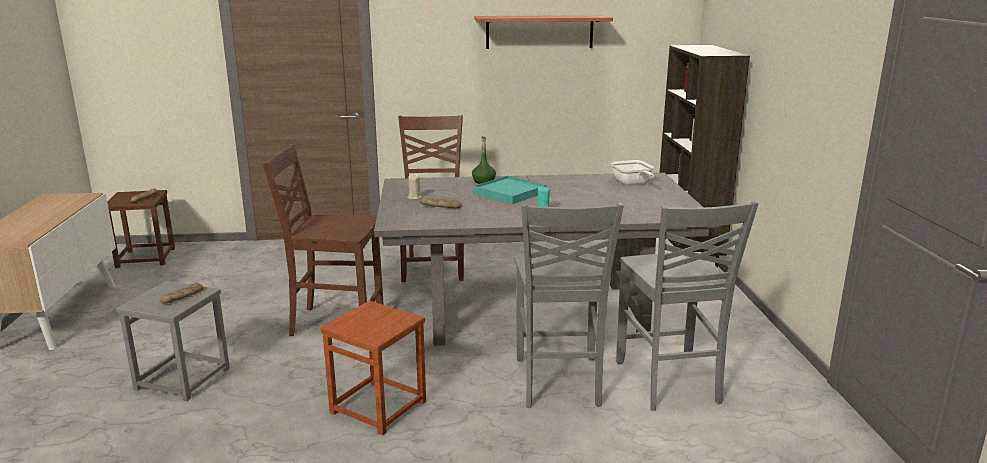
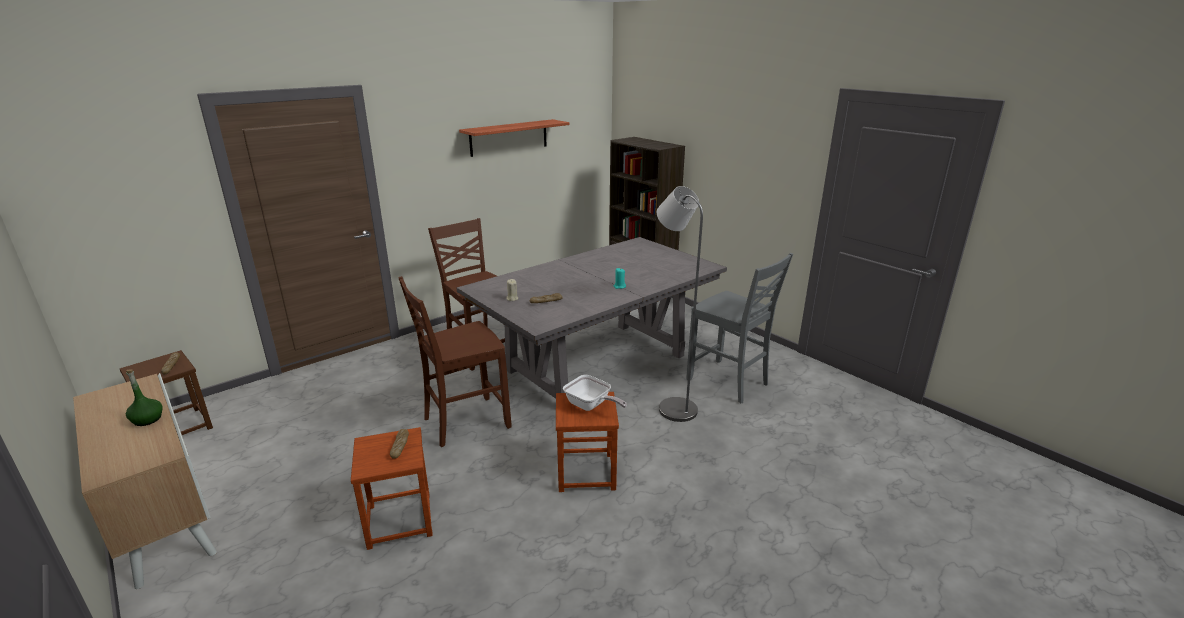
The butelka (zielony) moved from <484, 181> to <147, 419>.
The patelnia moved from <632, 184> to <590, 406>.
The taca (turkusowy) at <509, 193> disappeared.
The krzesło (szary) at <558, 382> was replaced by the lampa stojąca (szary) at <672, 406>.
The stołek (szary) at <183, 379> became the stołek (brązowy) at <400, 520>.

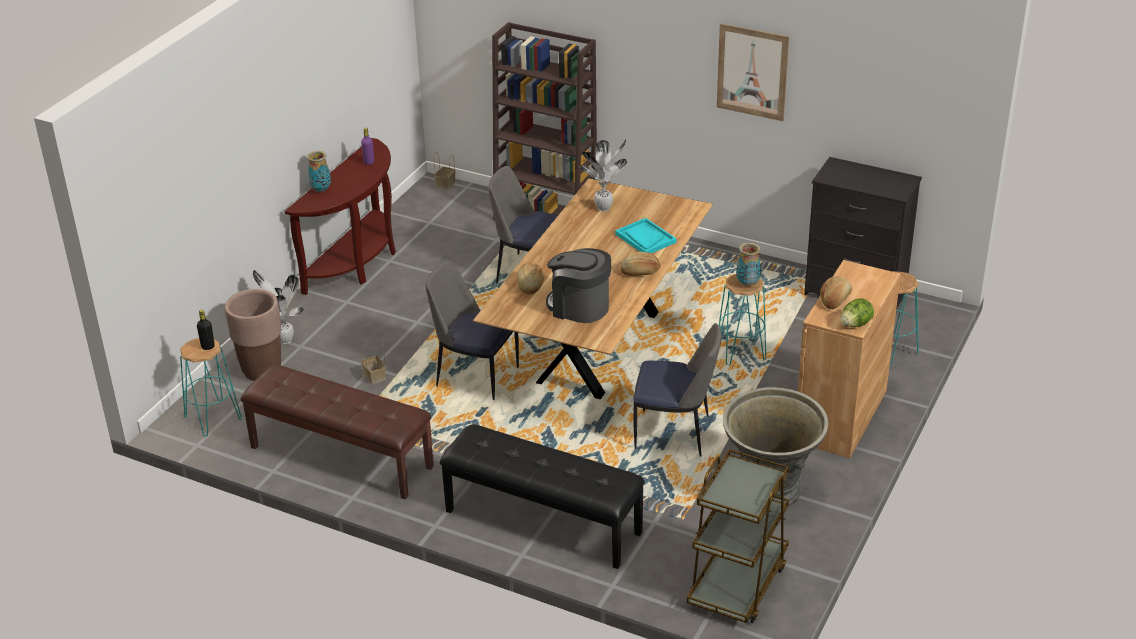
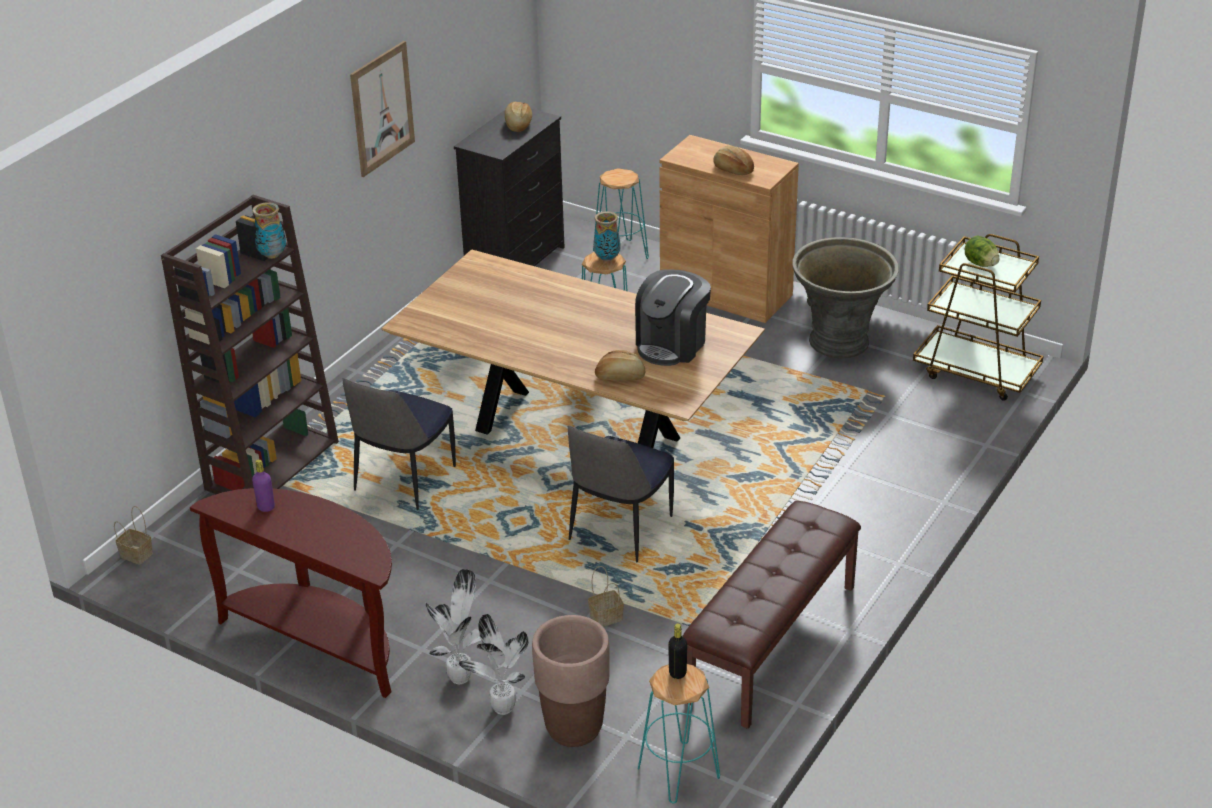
The roślina doniczkowa moved from <605, 208> to <461, 676>.
The wazon moved from <320, 189> to <272, 255>.
The taca (turkusowy) at <645, 238> disappeared.
The chleb moved from <640, 272> to <517, 124>.
The sałata moved from <855, 324> to <980, 264>.
The krzesło at <675, 434> disappeared.
The ławka (czarny) at <542, 522> disappeared.

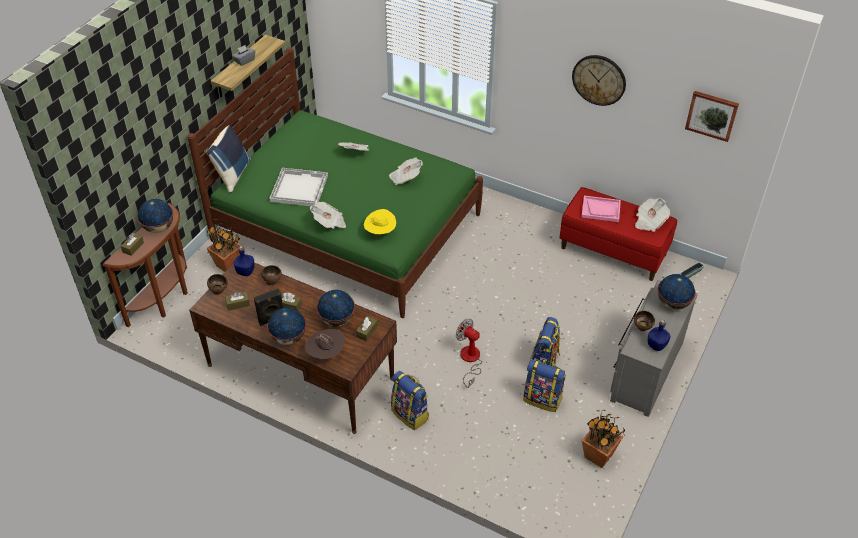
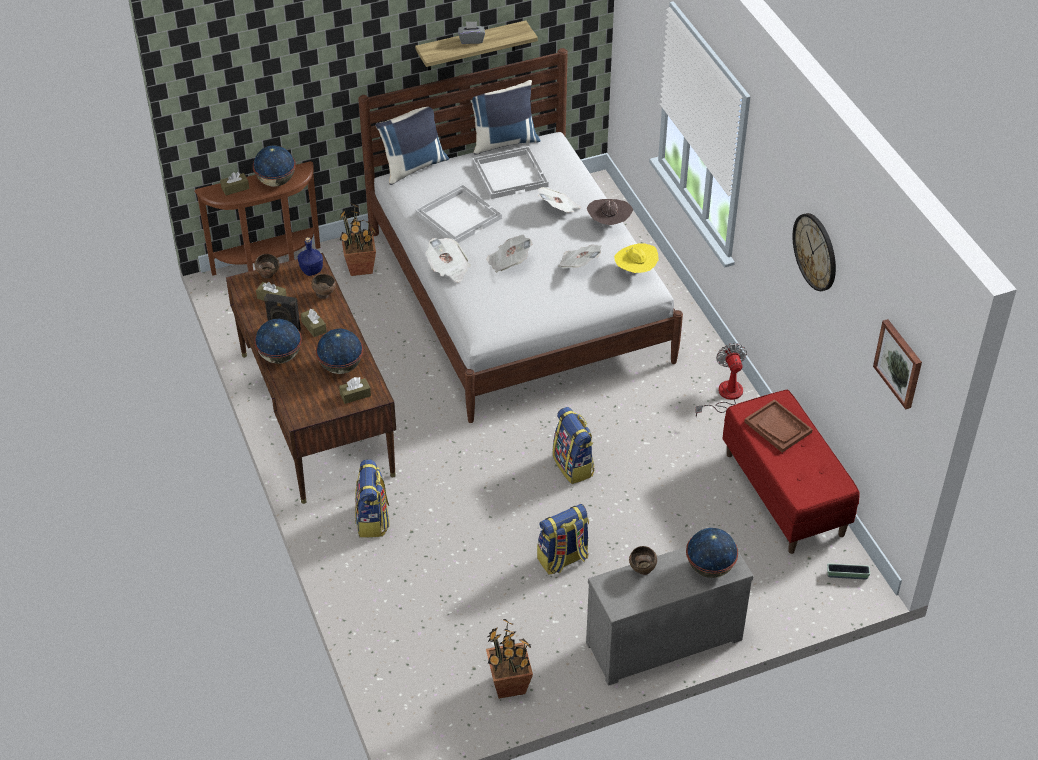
The łóżko (zielony) at <348, 227> became the łóżko (biały) at <518, 295>.
The taca (różowy) at <601, 210> became the taca (brązowy) at <778, 427>.
The gazeta moved from <649, 222> to <508, 262>.
The kapelusz (żółty) moved from <380, 232> to <635, 271>.
The wentylator moved from <470, 360> to <724, 396>.
The butelka (niebieski) at <656, 345> disappeared.
The kapelusz (brązowy) moved from <326, 354> to <609, 223>.
The plecak moved from <543, 399> to <574, 466>.
The poduszka (niebieski) at <504, 141> appeared.
The taca (biały) at <510, 174> appeared.

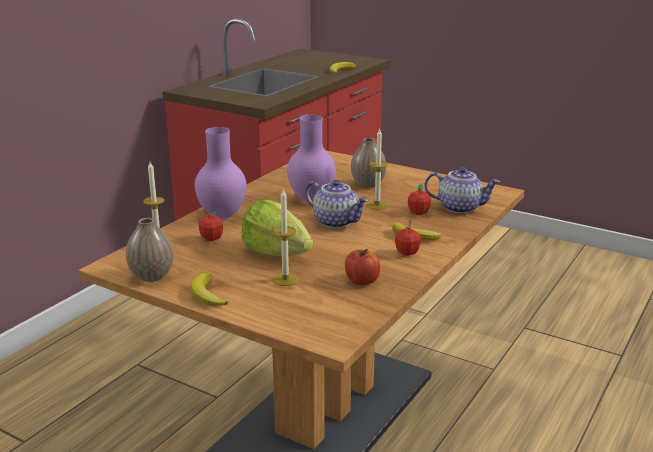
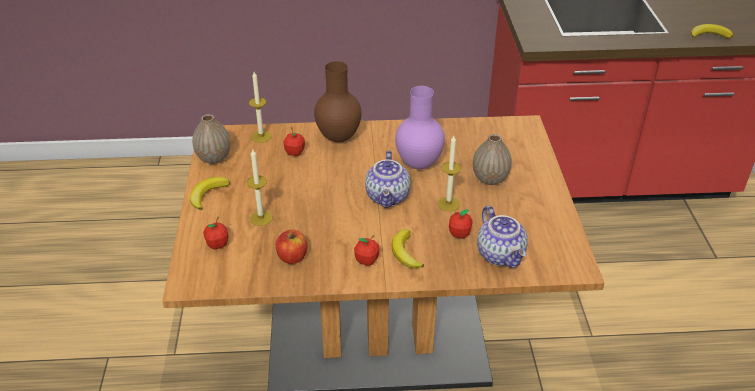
The wazon (fioletowy) at <223, 215> became the wazon (brązowy) at <339, 138>.
The sałata at <276, 252> disappeared.
The jabłko at <217, 245> appeared.

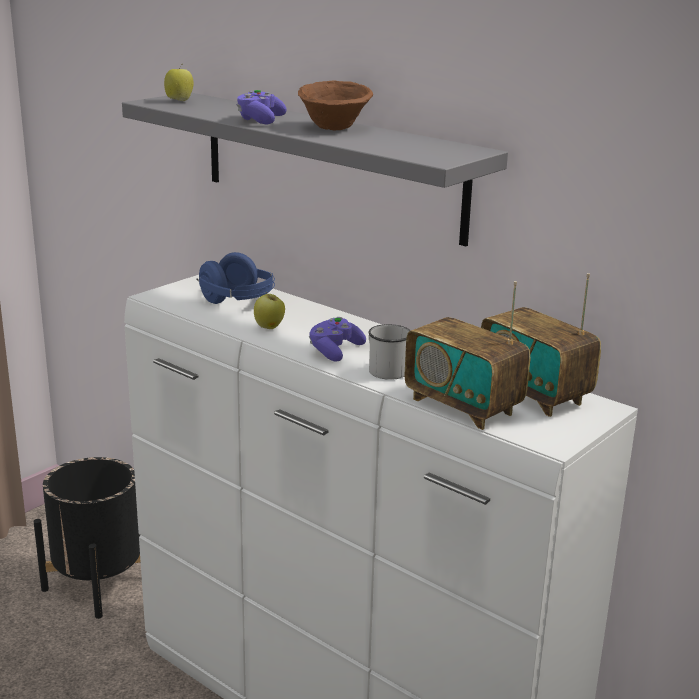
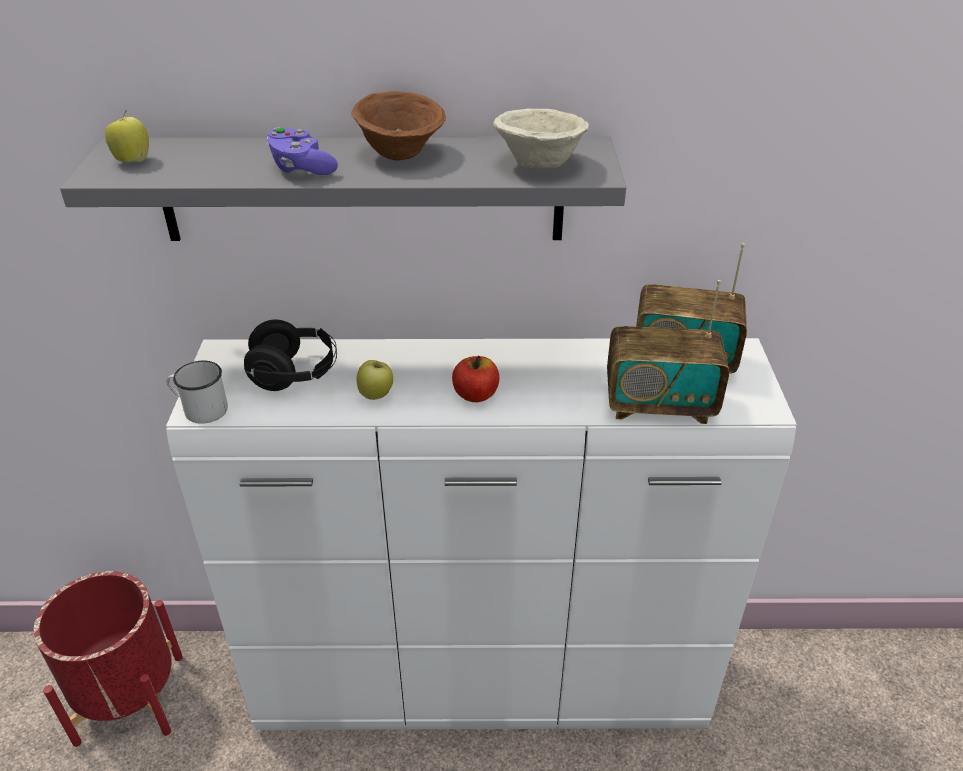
The słuchawki (niebieski) at <238, 301> became the słuchawki (czarny) at <295, 374>.
The pad do gier (fioletowy) at <335, 351> was replaced by the jabłko at <476, 395>.
The kubek (biały) moved from <384, 369> to <200, 409>.
The donica (czarny) at <99, 584> became the donica (czerwony) at <130, 698>.
The miska (beżowy) at <538, 165> appeared.

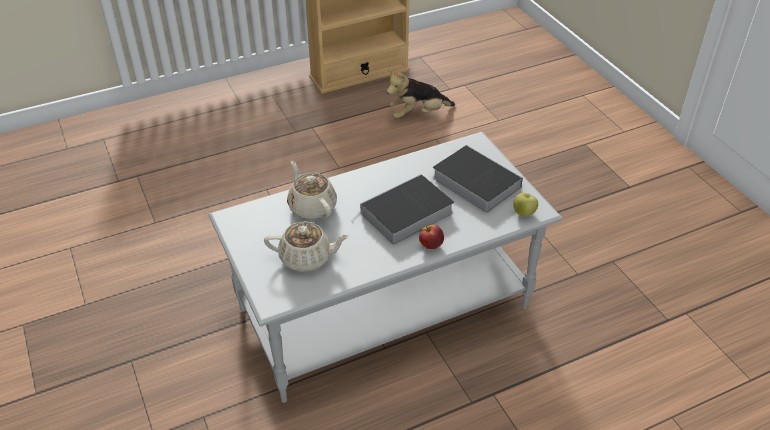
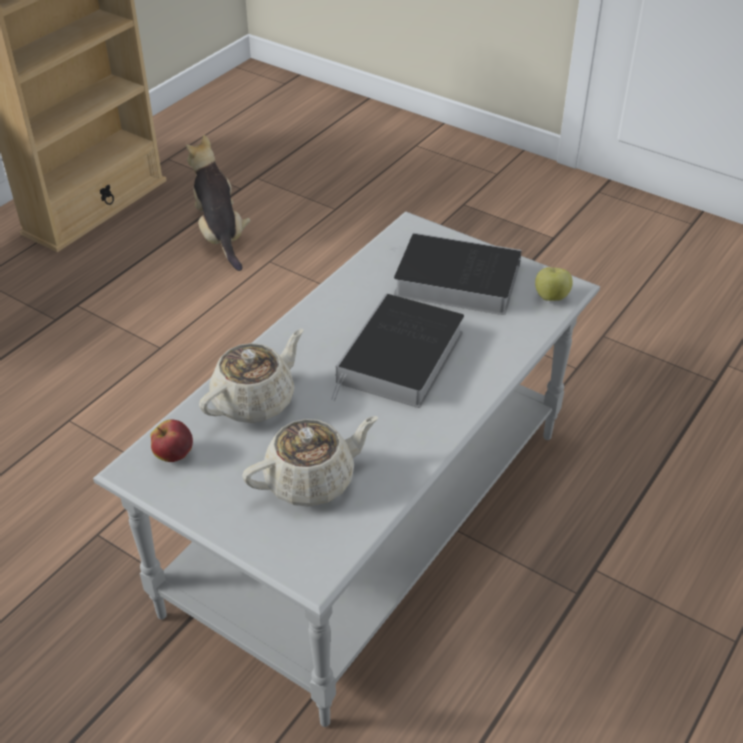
The pluszak at <418, 114> turned 120 degrees clockwise.
The imbryk (beżowy) at <312, 206> turned 105 degrees clockwise.
The jabłko moved from <431, 245> to <174, 455>.

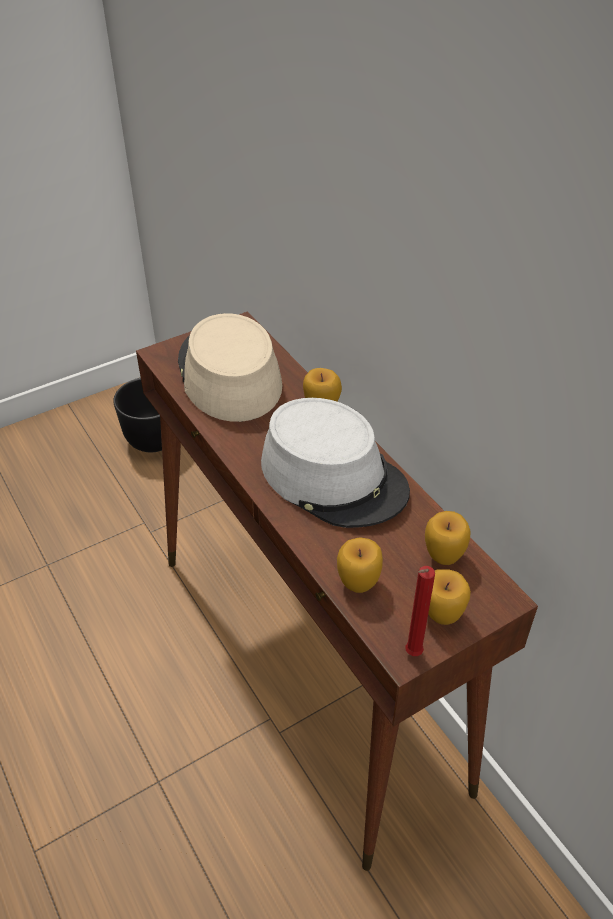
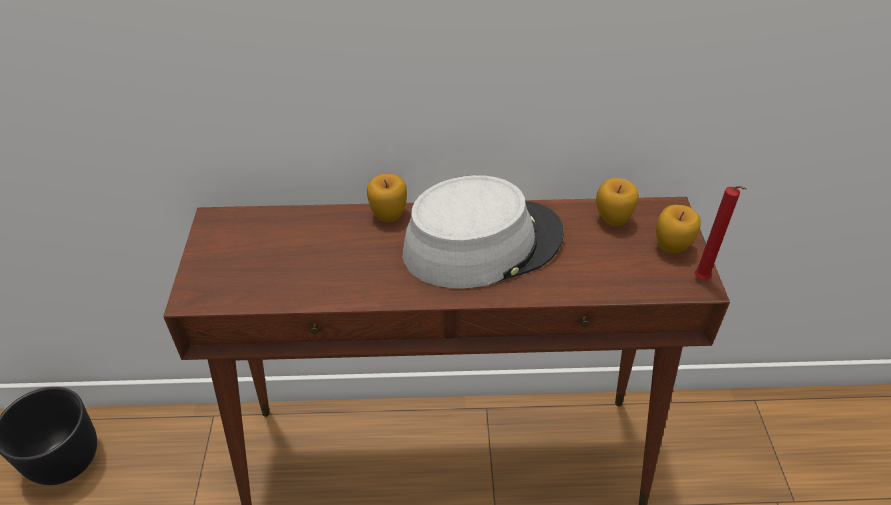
The kapelusz (beżowy) at <228, 374> disappeared.
The jabłko at <358, 582> disappeared.

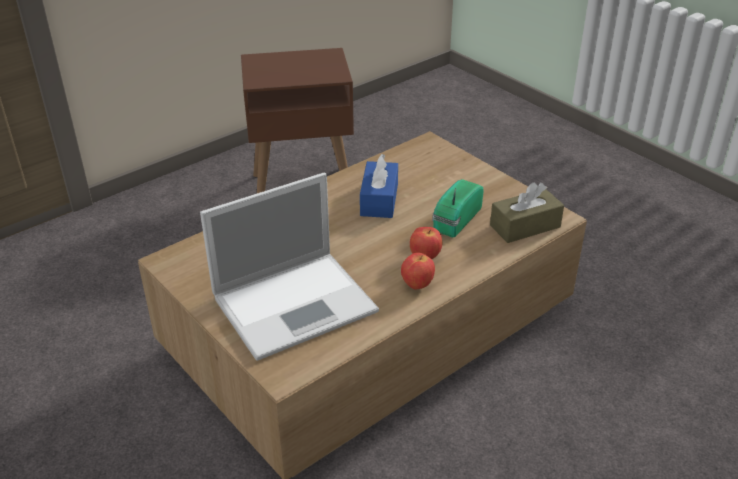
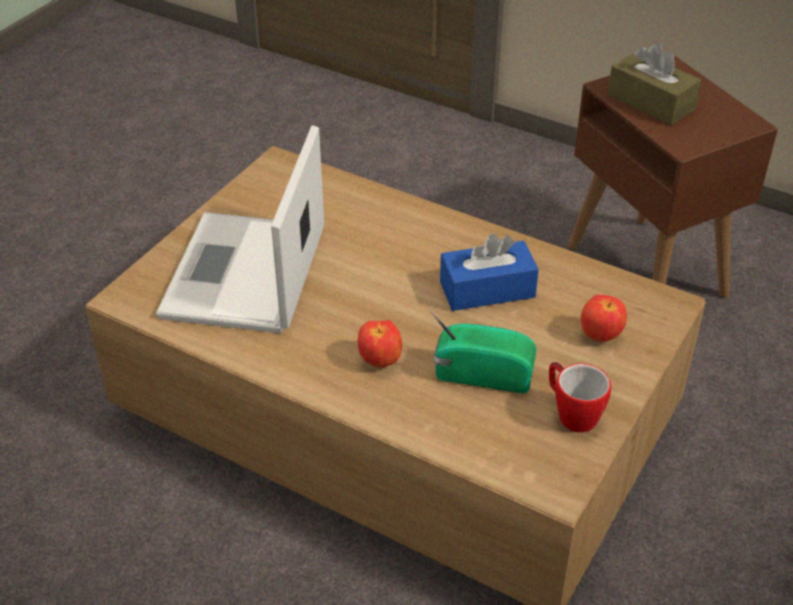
The laptop at <297, 303> turned 60 degrees clockwise.
The pudełko chusteczek (brązowy) moved from <525, 226> to <651, 102>.
The jabłko moved from <417, 285> to <600, 336>.
The kubek at <571, 413> appeared.

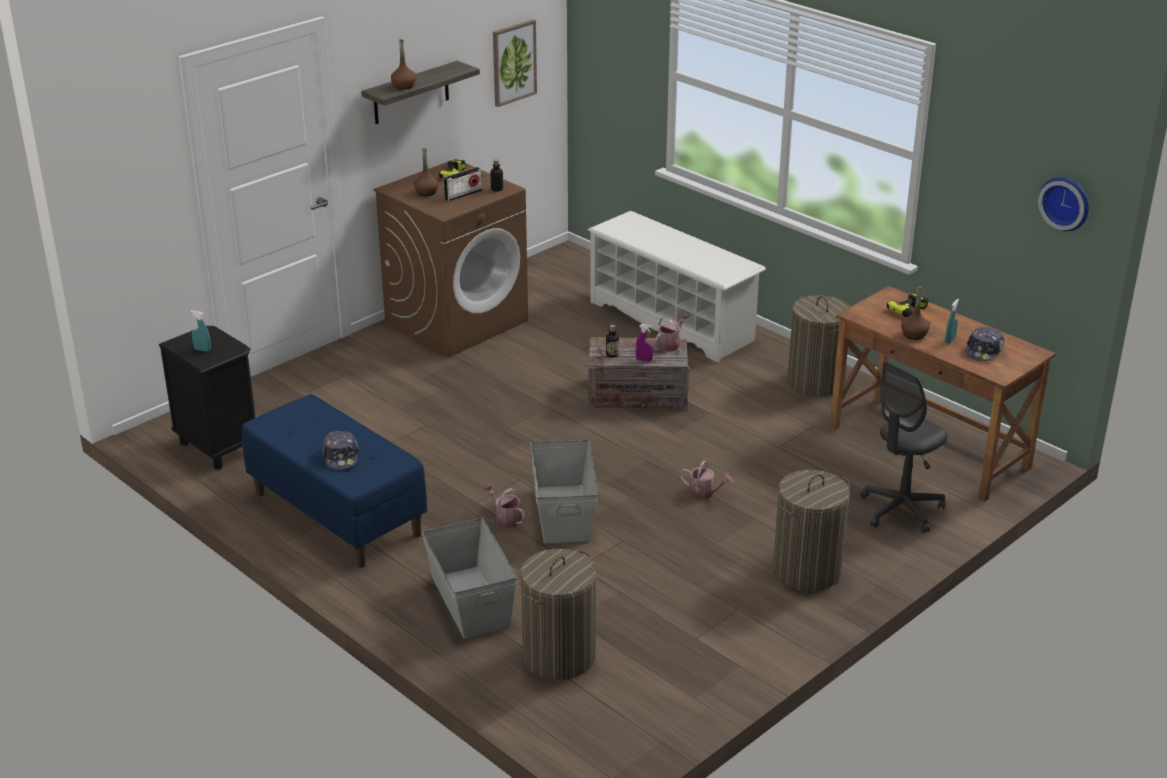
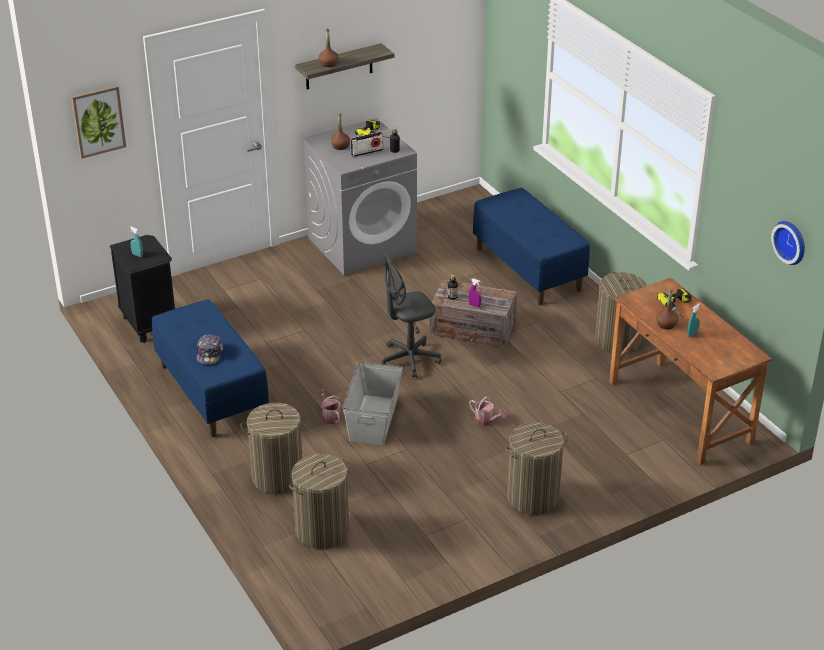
The obraz moved from <513, 62> to <98, 121>.
The pralka (brązowy) at <457, 321> became the pralka (szary) at <362, 244>.
The regał na buty (biały) at <672, 321> was replaced by the ławka (niebieski) at <529, 269>.
The konewka at <670, 344> disappeared.
The czapka z daszkiem at <984, 351> disappeared.
The krzesło biurowe (szary) moved from <901, 510> to <409, 360>.
The pojemnik do przechowywania (szary) at <470, 602> was replaced by the kosz na pranie at <277, 477>.

